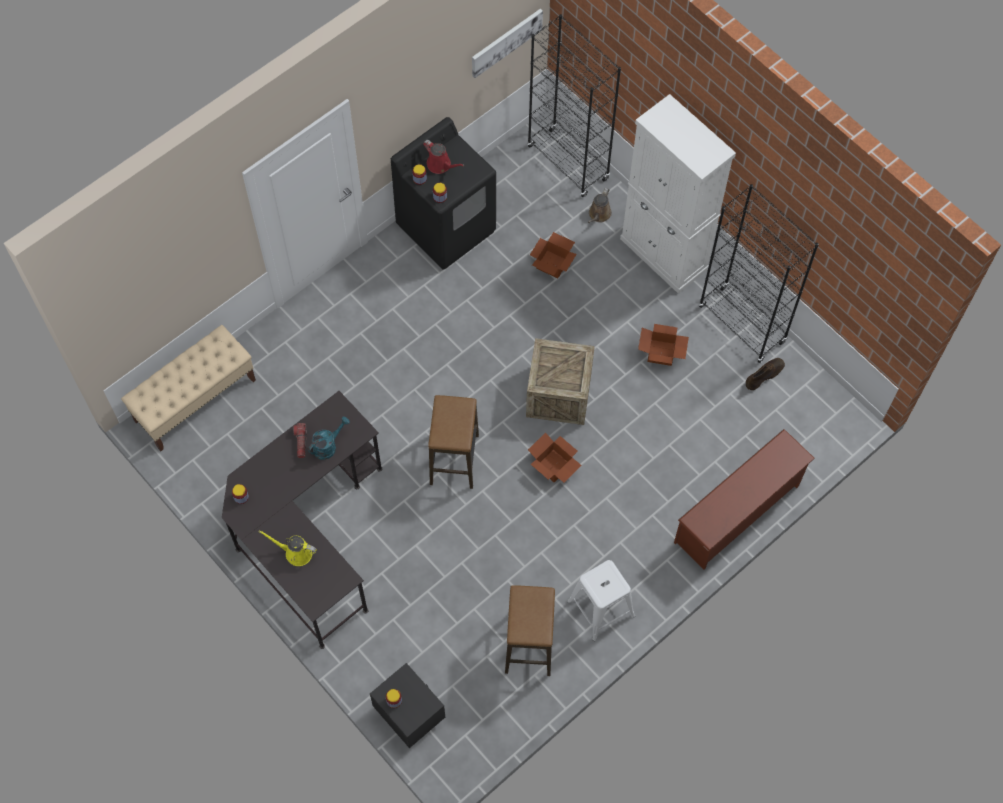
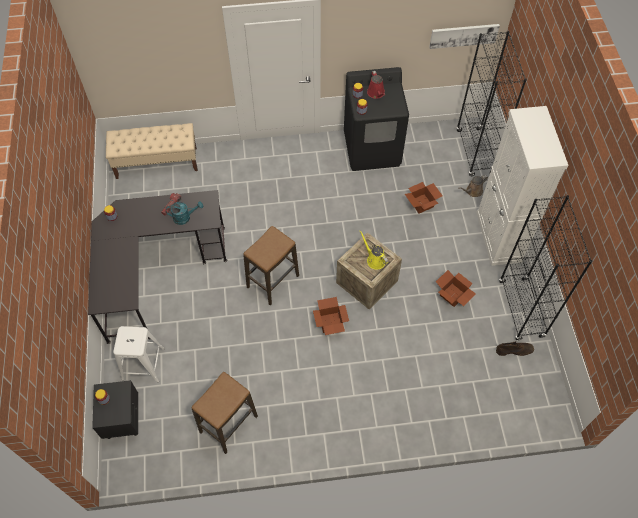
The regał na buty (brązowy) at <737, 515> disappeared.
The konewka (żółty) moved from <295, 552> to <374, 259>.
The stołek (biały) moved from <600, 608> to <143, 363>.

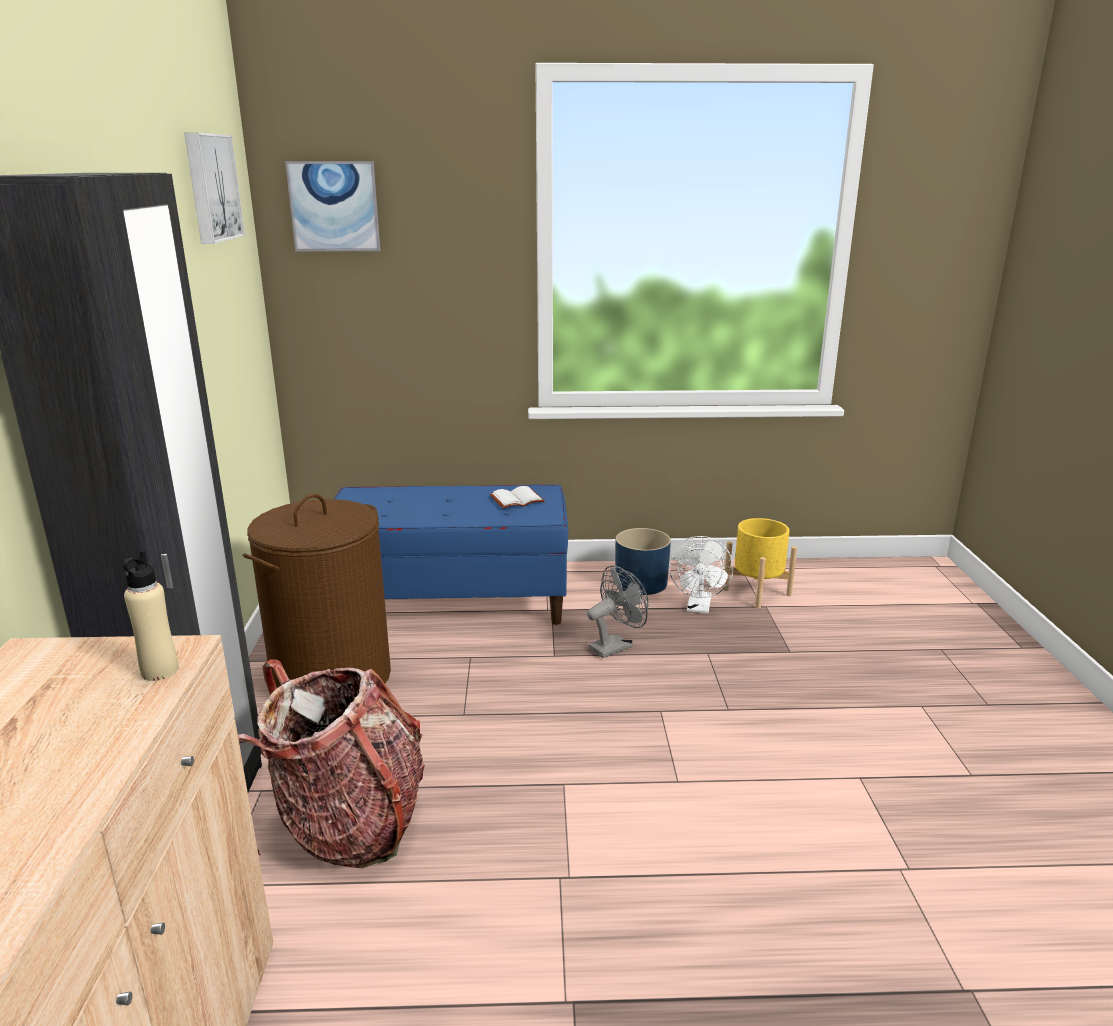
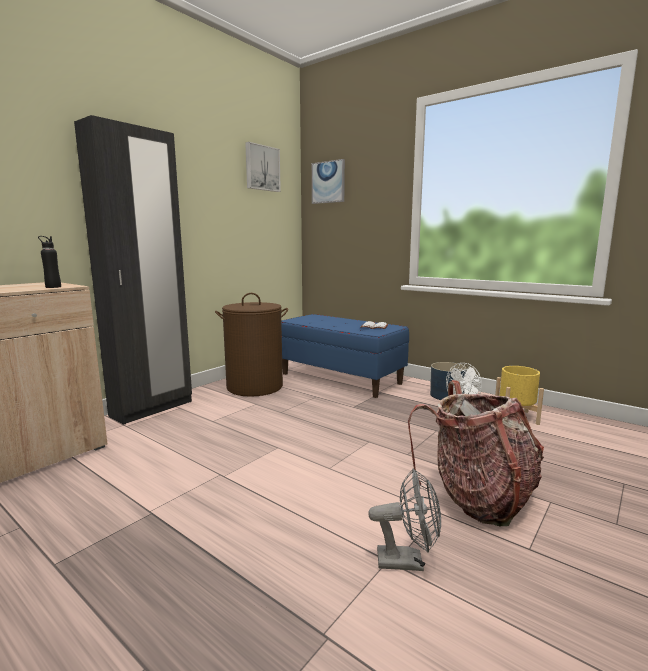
The butelka (beżowy) at <159, 671> became the butelka (czarny) at <53, 287>.
The wentylator (szary) moved from <615, 646> to <407, 561>.
The plecak moved from <347, 827> to <478, 498>.

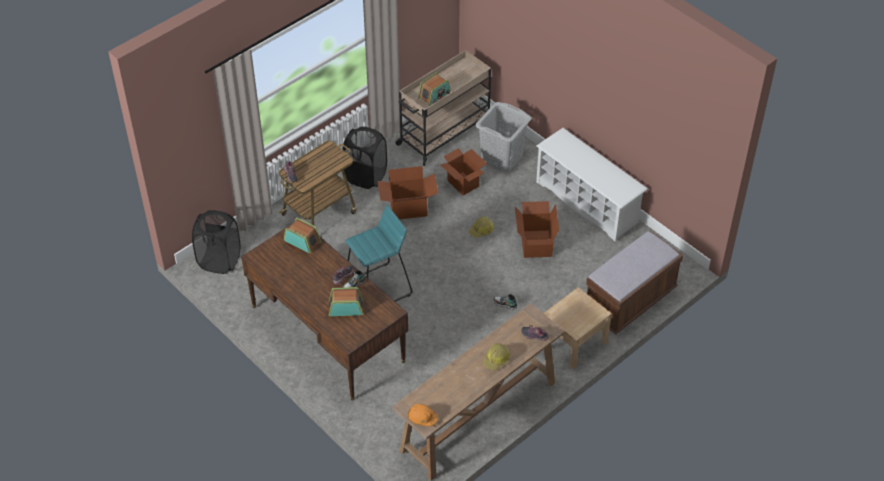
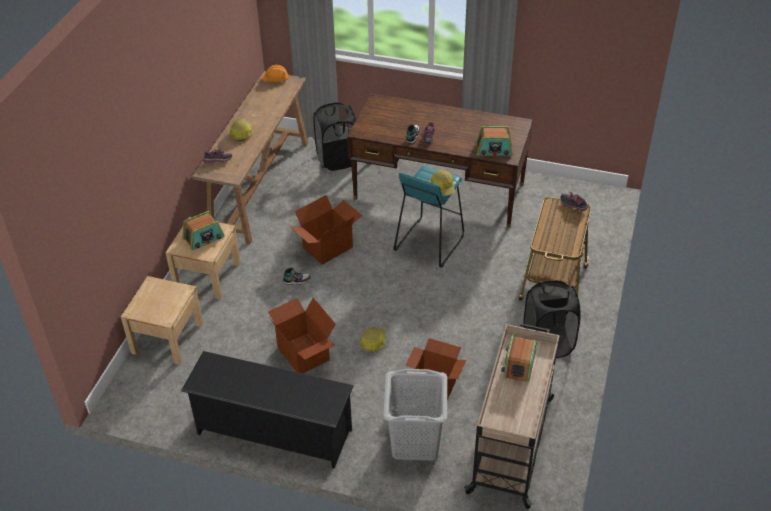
The regał na buty (biały) at <587, 202> became the regał na buty (czarny) at <273, 432>.
The karton moved from <408, 208> to <327, 247>.
The kosz na pranie (czarny) moved from <219, 260> to <337, 159>.
The ławka (brązowy) at <630, 301> was replaced by the szafka nocna (beżowy) at <167, 338>.
The radio moved from <346, 308> to <204, 238>.
The kask at <442, 187> appeared.

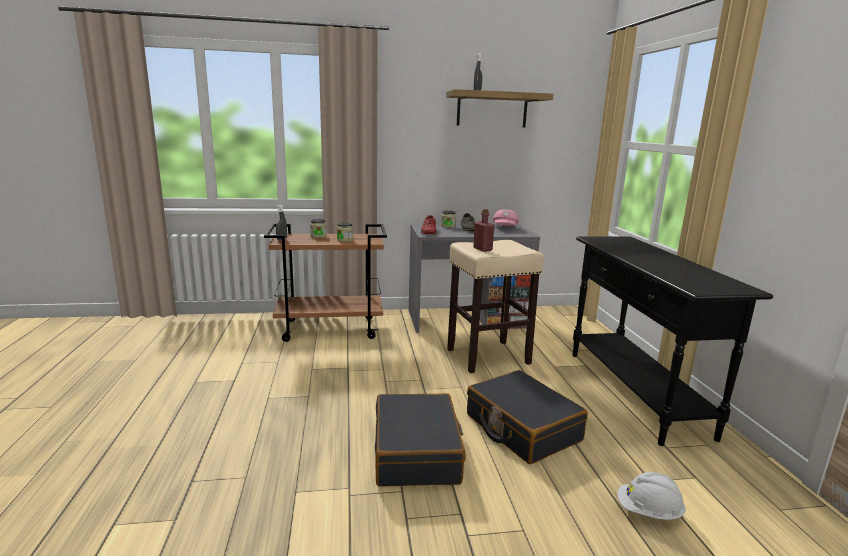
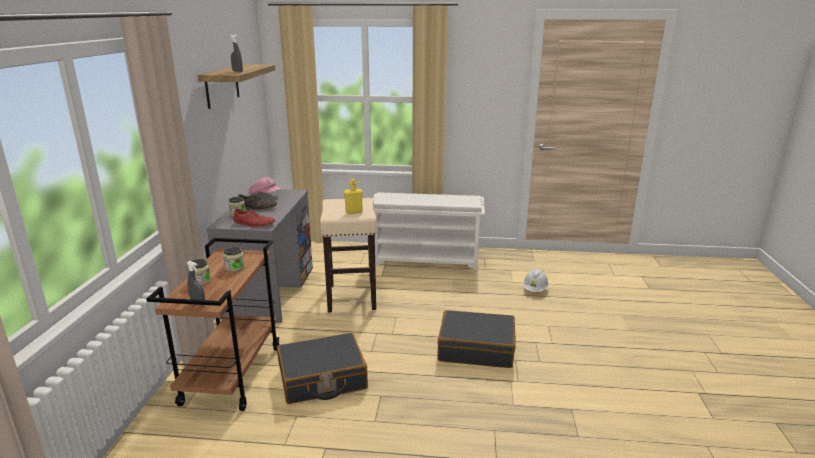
The butelka (czerwony) at <482, 249> became the butelka (żółty) at <354, 212>.
The stolik konsolowy (czarny) at <634, 392> was replaced by the regał na buty (biały) at <427, 260>.
The walizka (czarny) moved from <522, 428> to <322, 379>.

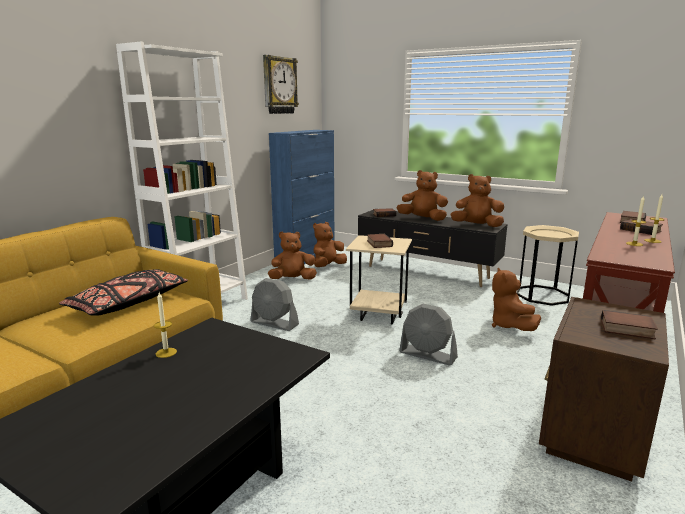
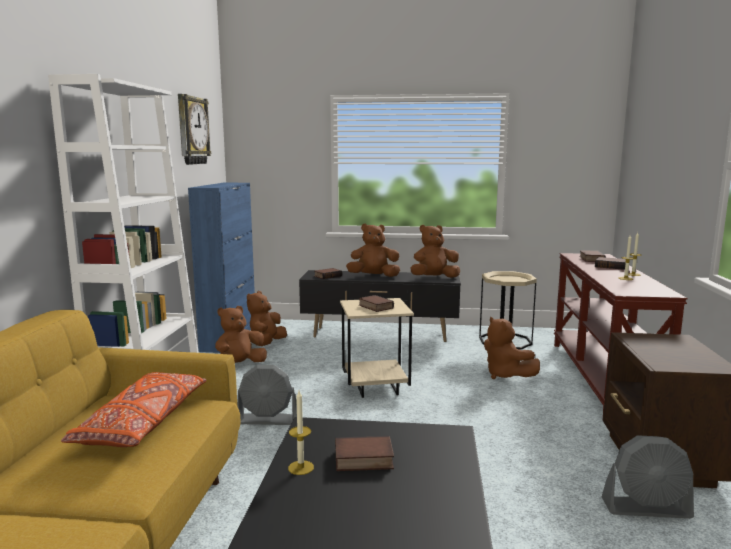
The poduszka (czarny) at <128, 303> became the poduszka (pomarańczowy) at <143, 423>.
The wentylator (szary) moved from <428, 355> to <646, 508>.
The książka moved from <626, 329> to <363, 460>.

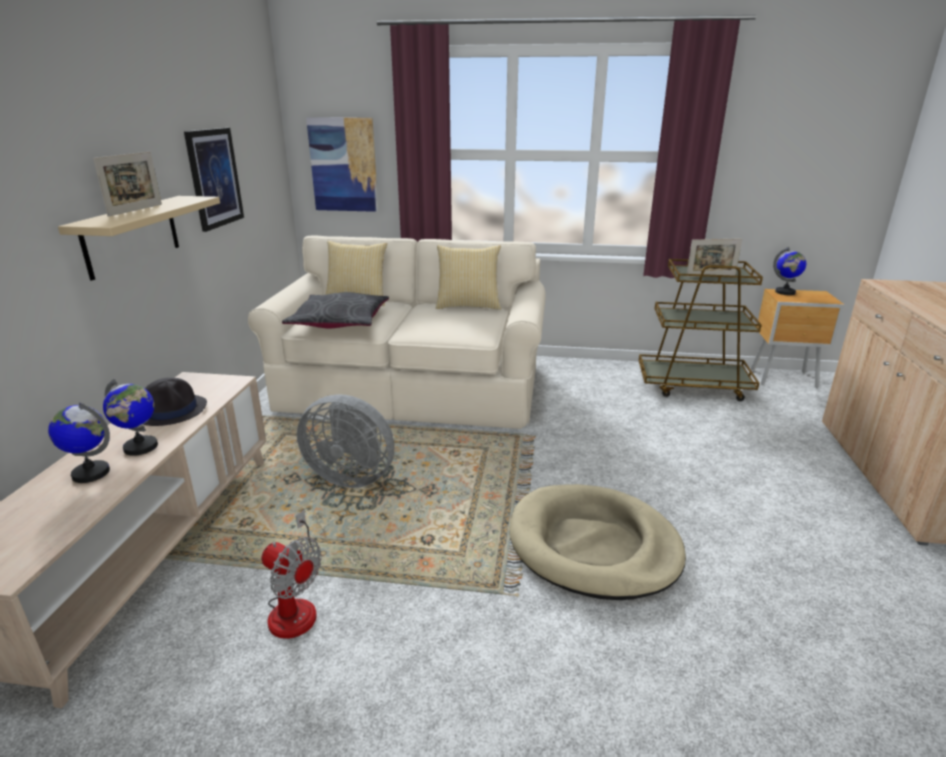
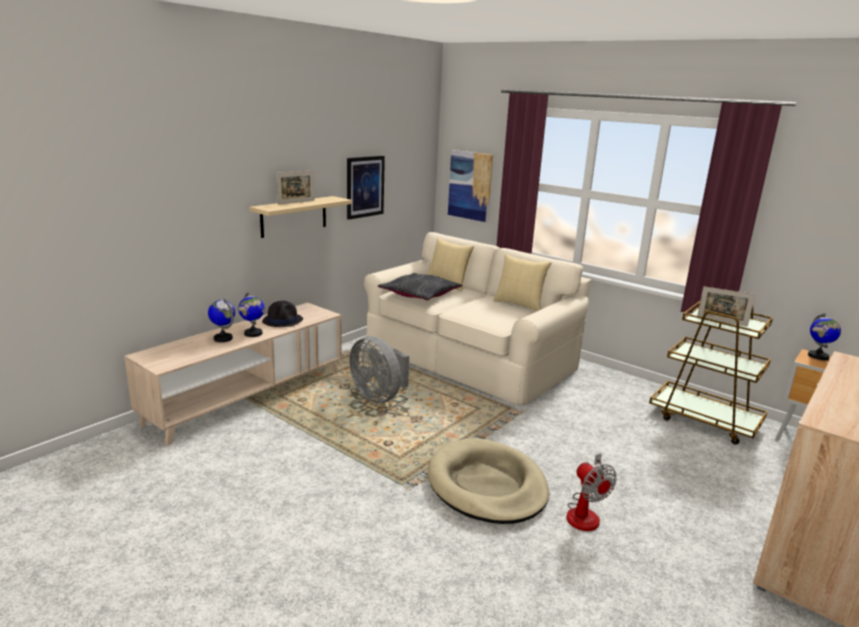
The wentylator moved from <295, 605> to <585, 512>.

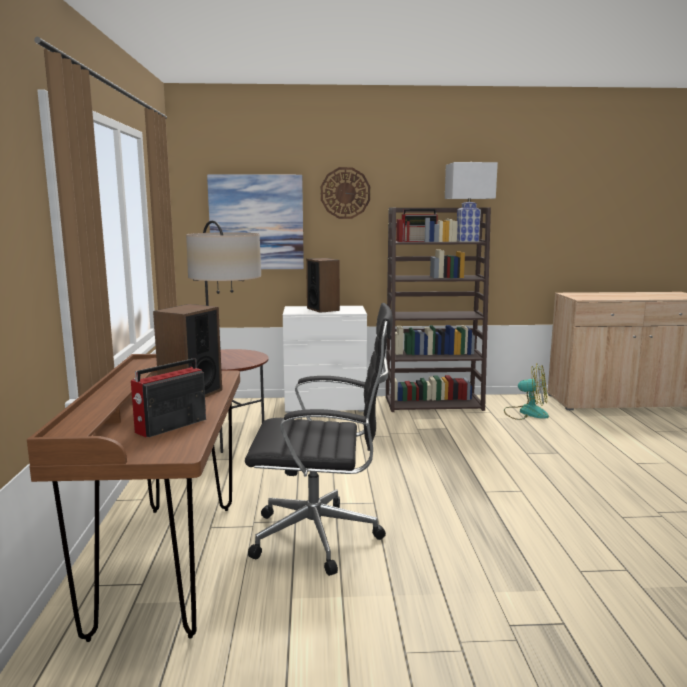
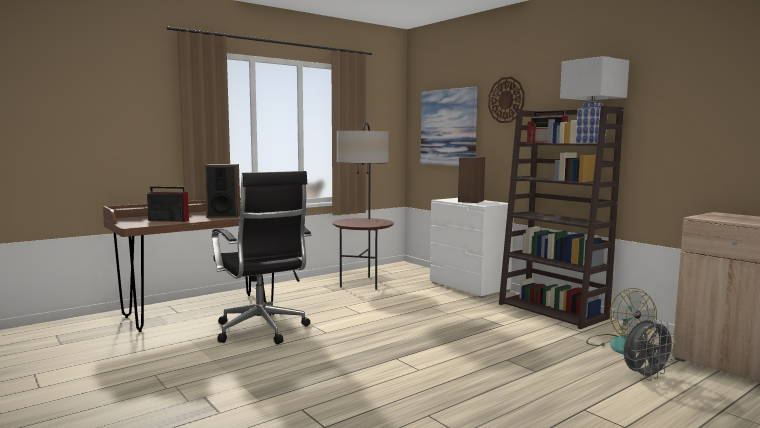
The wentylator (szary) at <645, 376> appeared.

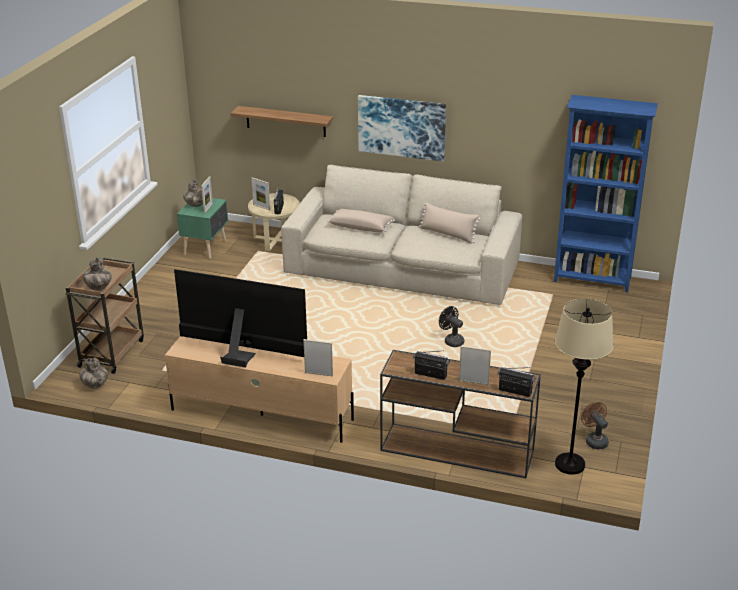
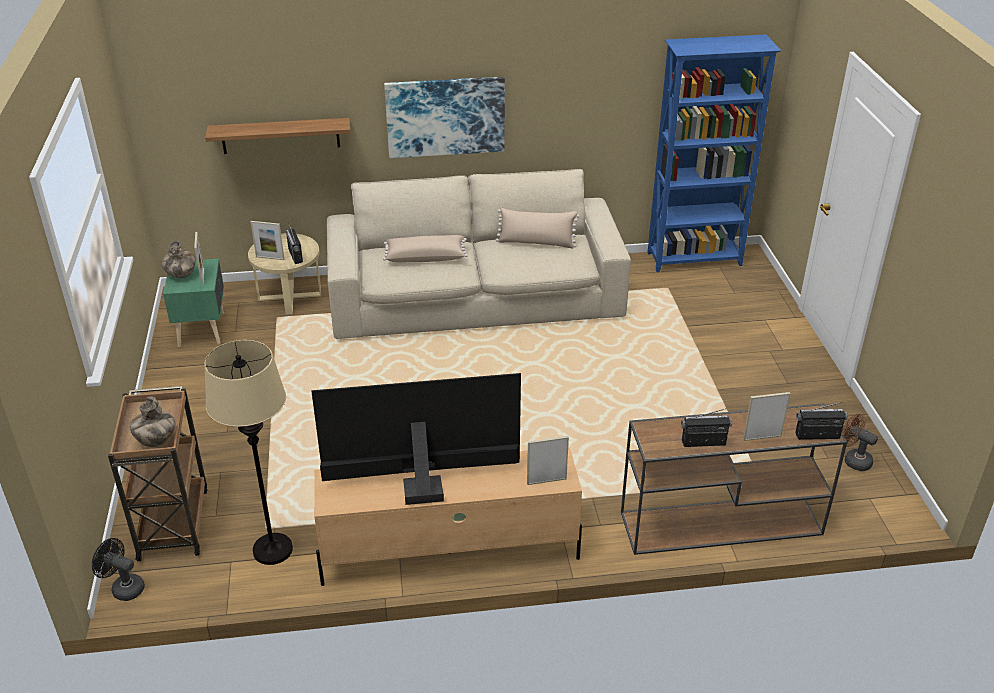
The lampa stojąca (beżowy) moved from <569, 464> to <272, 549>.
The wentylator (czarny) moved from <451, 341> to <123, 588>.
The wazon at <95, 385> disappeared.

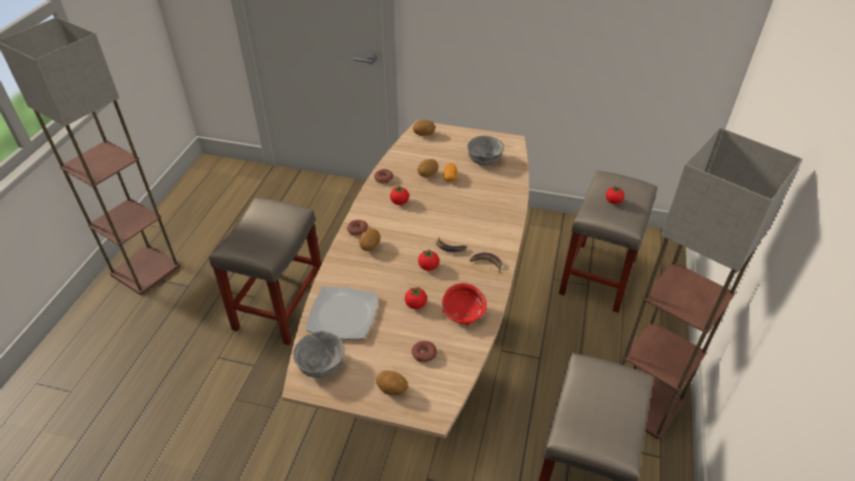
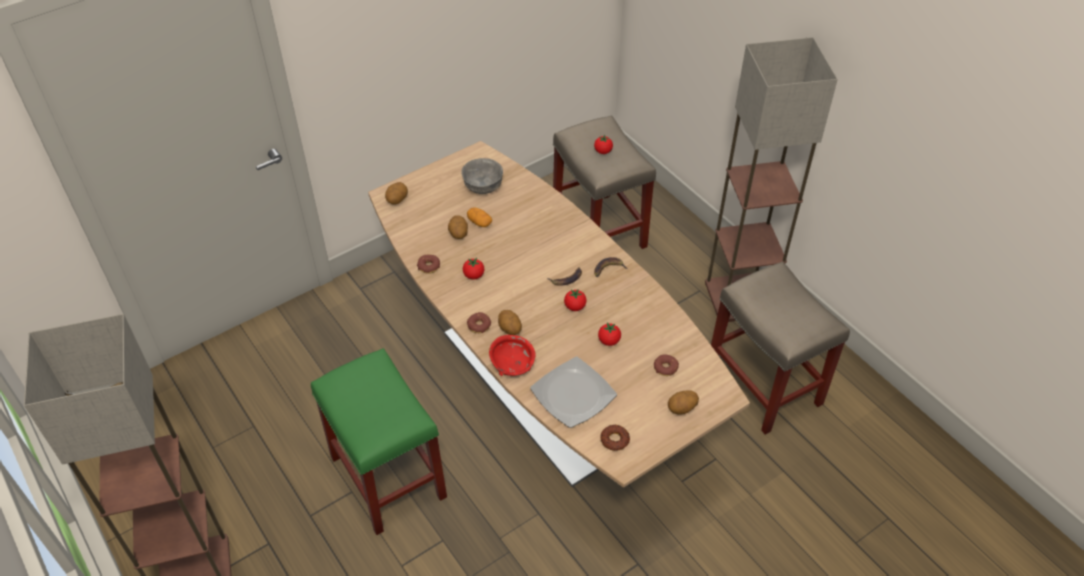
The stołek (beżowy) at <280, 305> became the stołek (zielony) at <387, 476>.
The miska (czerwony) moved from <463, 313> to <512, 364>.
The miska (szary) at <321, 365> was replaced by the donut at <614, 440>.

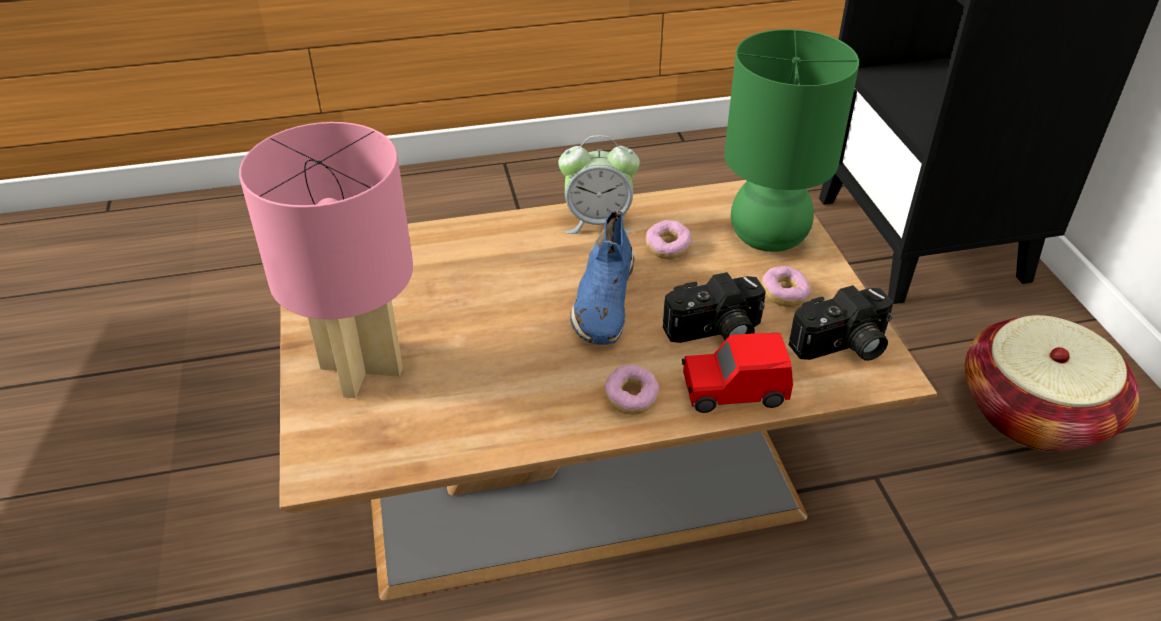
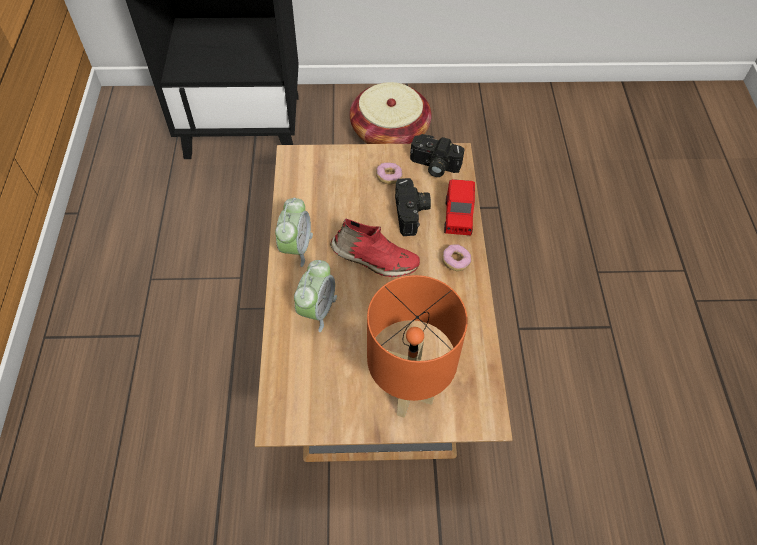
The lampa stołowa (zielony) at <769, 238> disappeared.
The lampa stołowa (różowy) at <359, 369> became the lampa stołowa (pomarańczowy) at <408, 394>.
The but (niebieski) at <603, 301> became the but (czerwony) at <374, 259>.
The donut at <667, 248> disappeared.
The aparat fotograficzny at <843, 347> turned 120 degrees clockwise.
The budzik at <317, 310> appeared.

